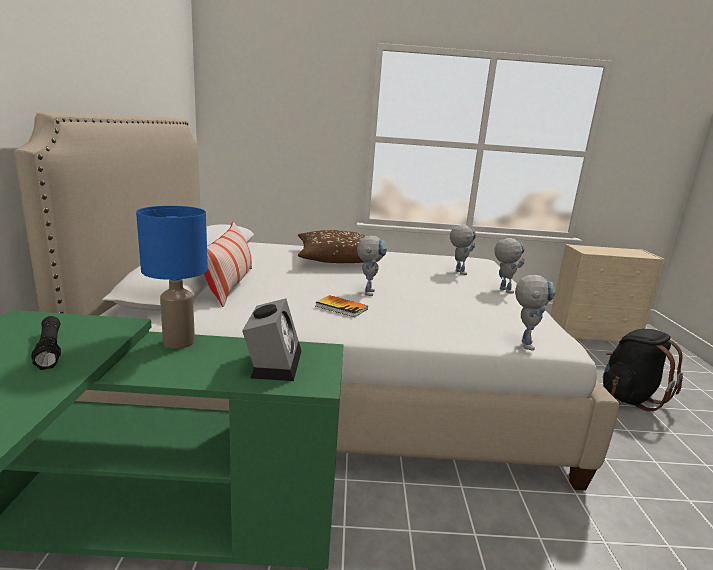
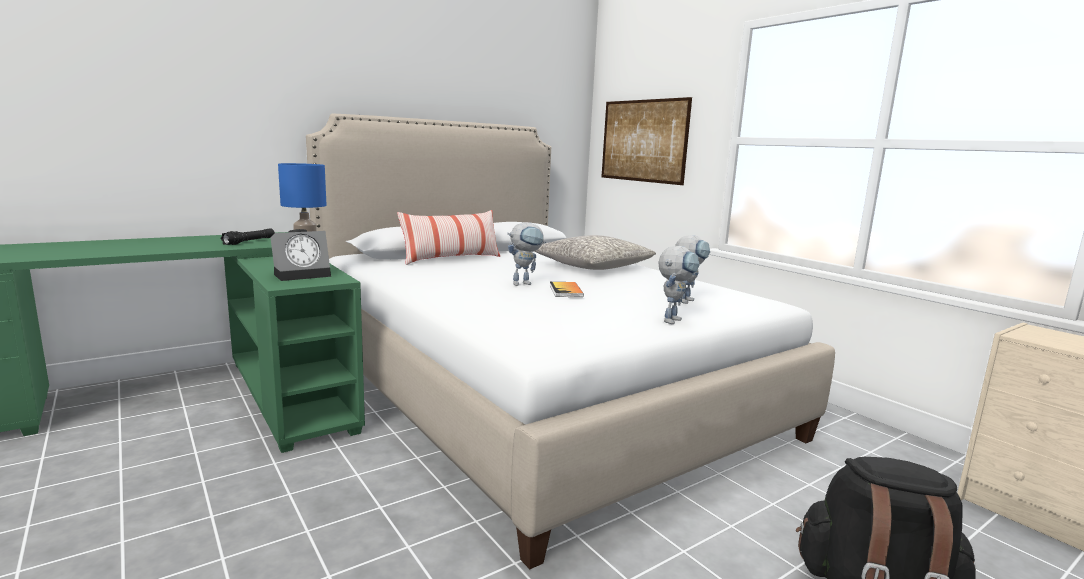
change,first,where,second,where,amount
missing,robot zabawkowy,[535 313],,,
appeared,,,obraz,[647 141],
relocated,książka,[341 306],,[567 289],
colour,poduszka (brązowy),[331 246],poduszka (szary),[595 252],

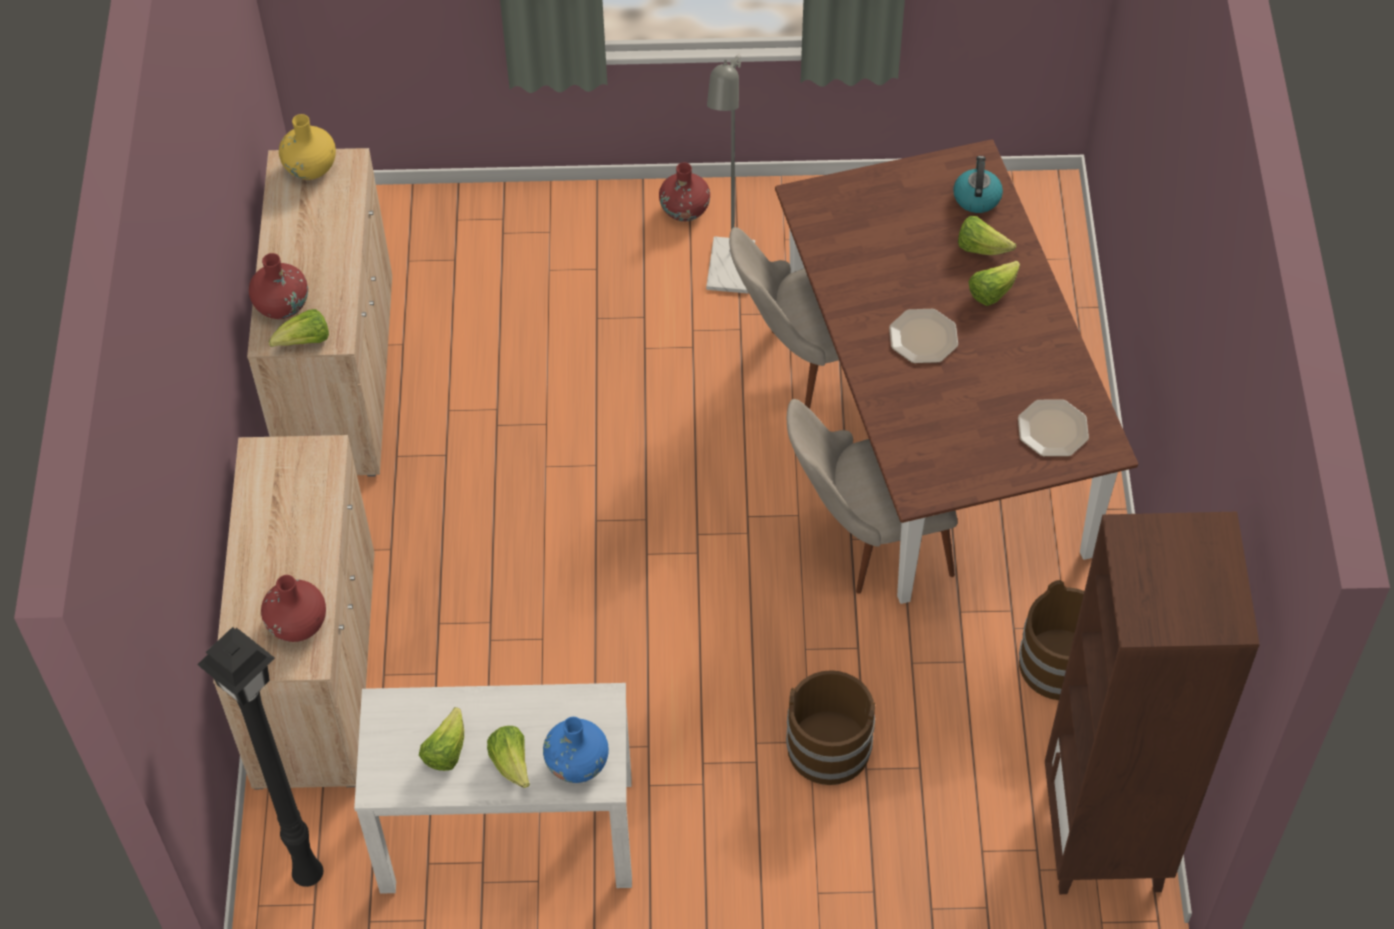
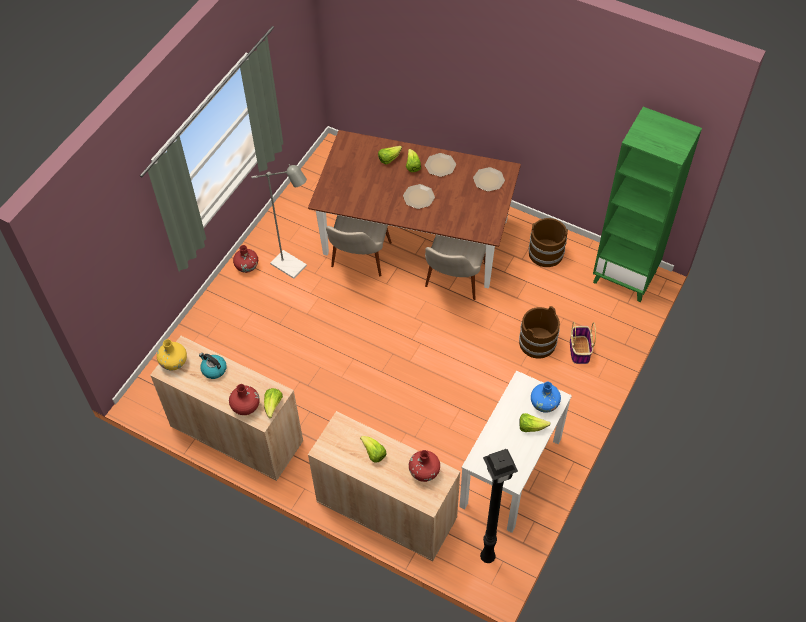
change,first,where,second,where,amount
appeared,,,talerz,[440 165],
appeared,,,koszyk,[583 343],
relocated,sałata,[441 739],,[373 449],
relocated,czajnik,[978 184],,[213 366],
colour,regał (brązowy),[1152 703],regał (zielony),[647 204],

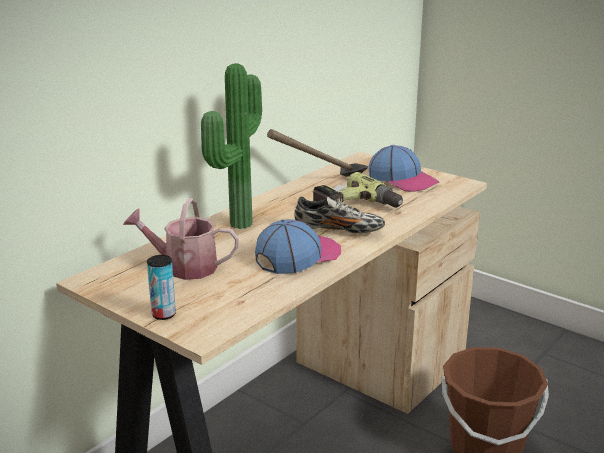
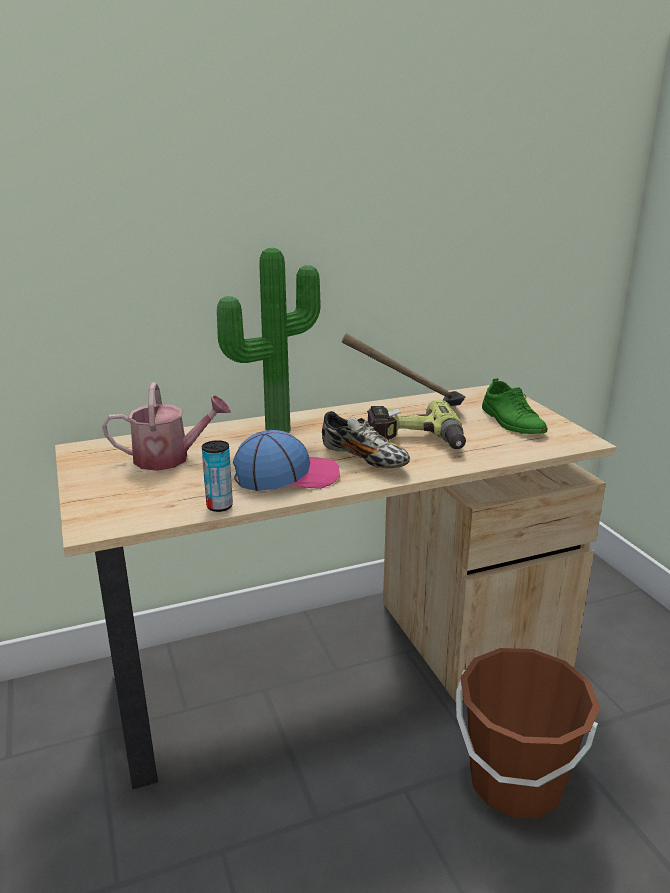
change,first,where,second,where,amount
relocated,puszka,[161 287],,[217 476],
exchanged,czapka z daszkiem,[404 168],but (zielony),[514 406],
spun,konewka,[181 239],,[166 426],135 degrees clockwise

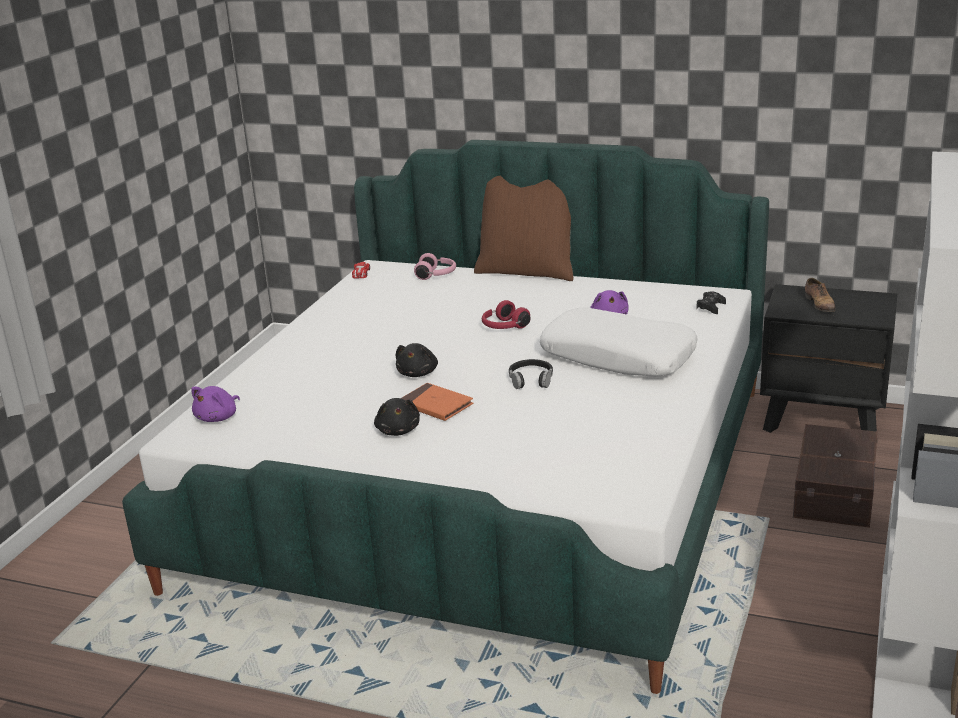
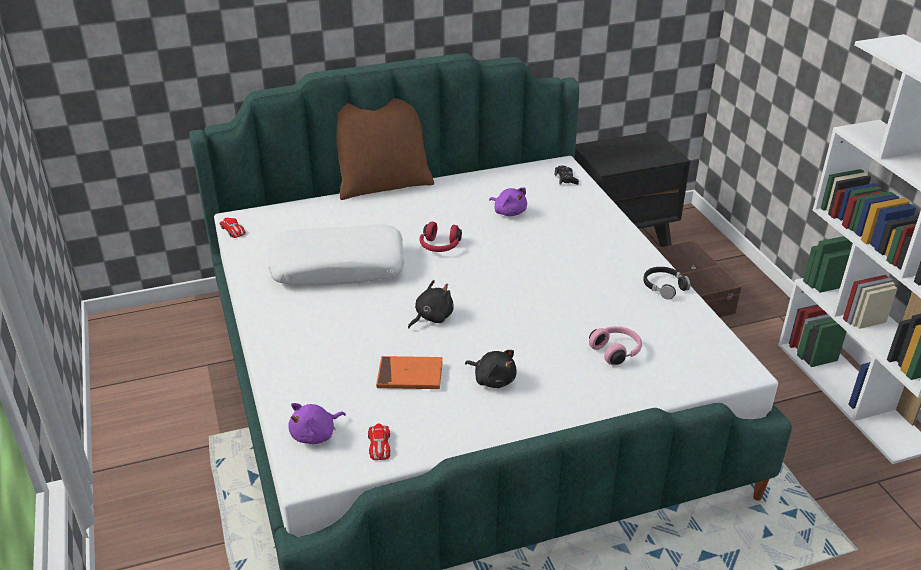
change,first,where,second,where,amount
missing,but,[820 295],,,
appeared,,,samochodzik,[379 441],
relocated,książka (pomarańczowy),[437 402],,[409 372],
relocated,słuchawki (różowy),[435 266],,[615 345],
relocated,słuchawki (czarny),[531 374],,[667 283],
relocated,poduszka (biały),[619 341],,[336 254],
spun,pluszak (fioletowy),[215 404],,[317 423],60 degrees clockwise
spun,pluszak (czarny),[417 360],,[431 304],105 degrees counterclockwise

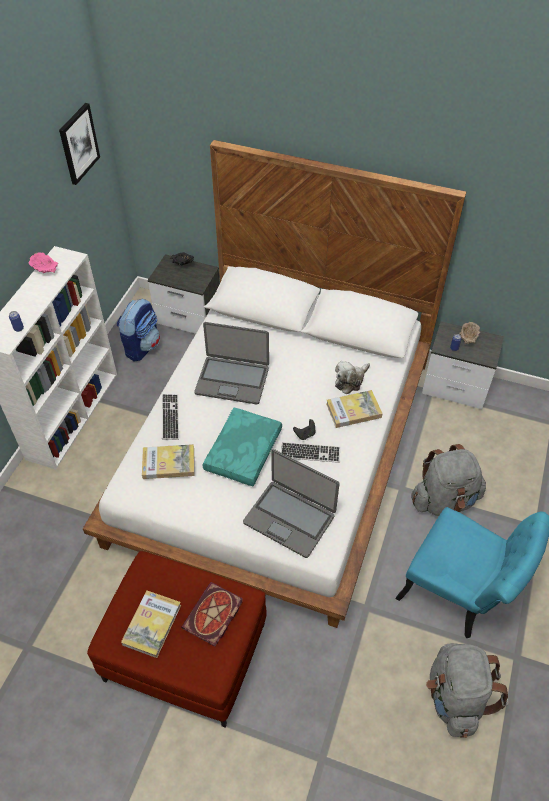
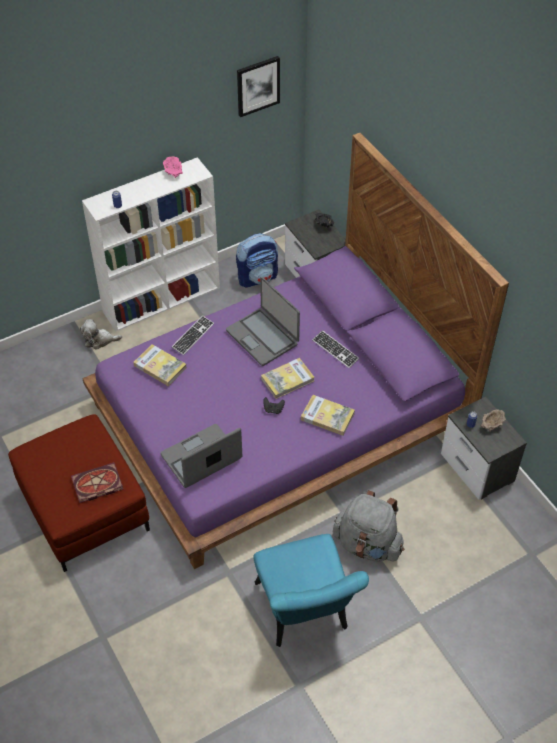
change,first,where,second,where,amount
missing,poduszka (turkusowy),[242 447],,,
missing,plecak (szary),[467 690],,,
relocated,książka,[151 624],,[288 378],
relocated,klawiatura,[310 452],,[335 349],
relocated,pluszak,[352 377],,[101 334],
colour,łóżko (biały),[274 384],łóżko (fioletowy),[295 350],
spun,laptop,[291 503],,[201 456],75 degrees clockwise

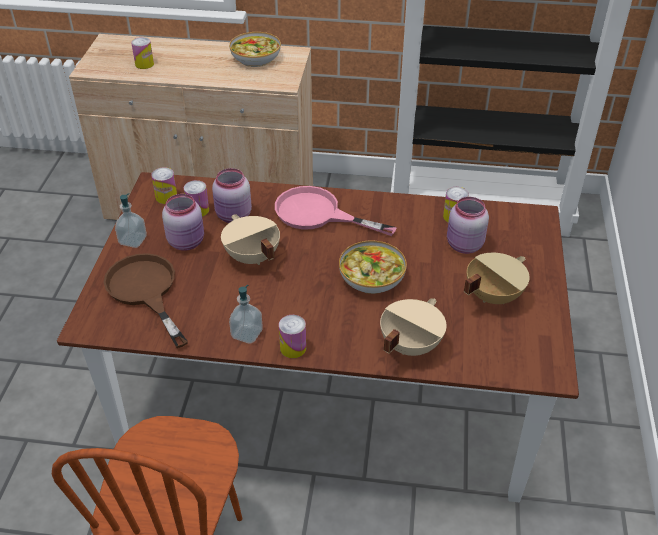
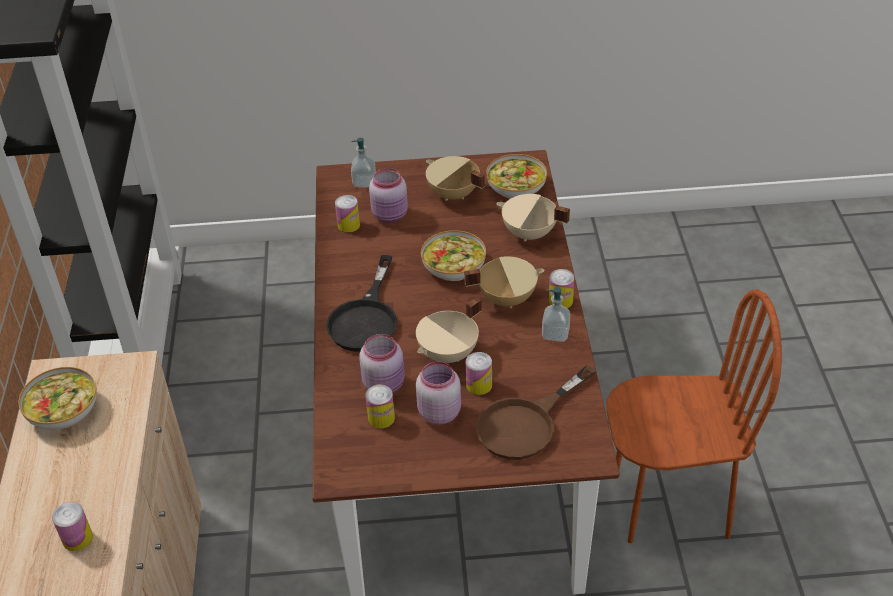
change,first,where,second,where,amount
appeared,,,garnek (beżowy),[504 282],
appeared,,,miska,[516 176],
relocated,dozownik mydła,[131 220],,[363 163],
relocated,puszka,[164 185],,[479 373],
colour,patelnia (różowy),[336 211],patelnia (czarny),[361 303],

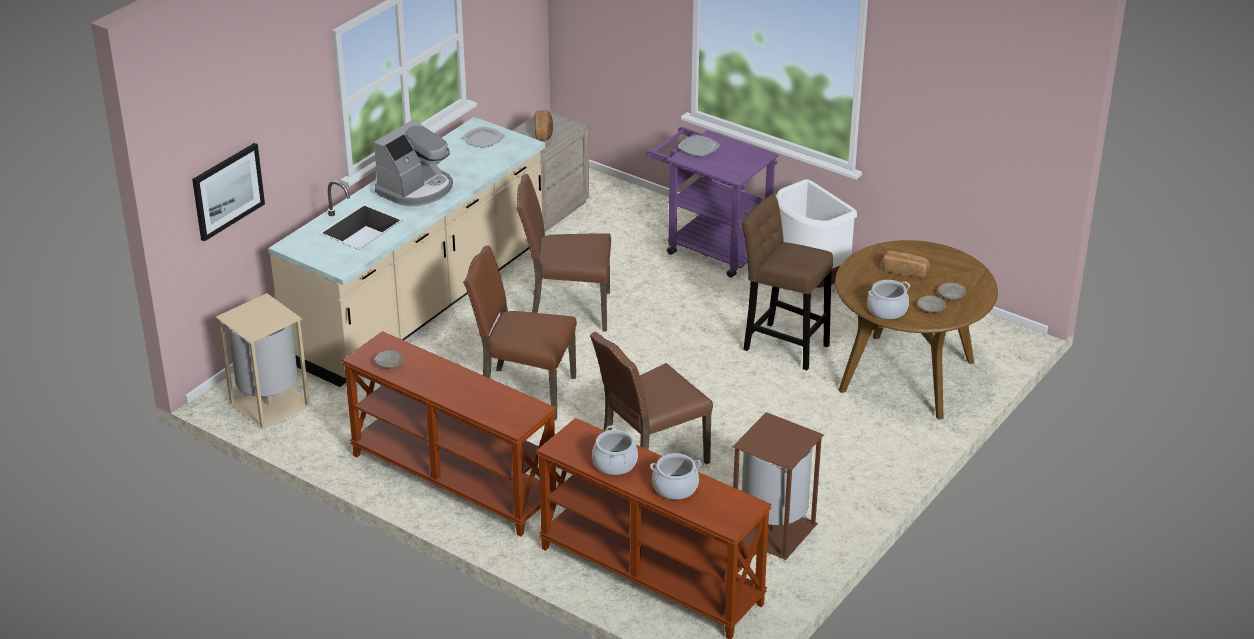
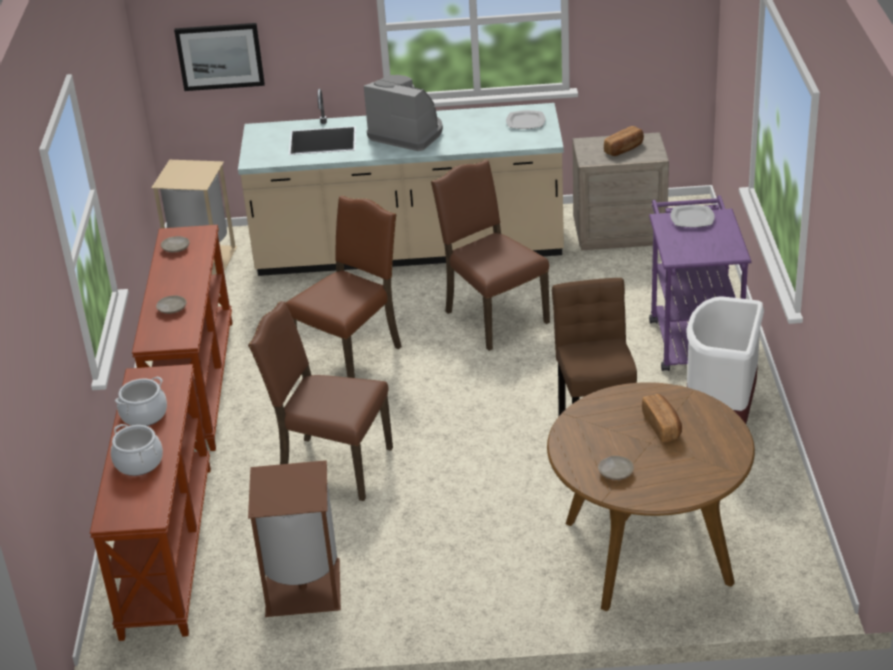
change,first,where,second,where,amount
missing,garnek,[888 300],,,
relocated,talerz (beżowy),[952 291],,[171 304],
spun,ekspres do kawy,[413 162],,[403 113],150 degrees counterclockwise
spun,krzesło (brązowy),[520 332],,[344 287],60 degrees clockwise

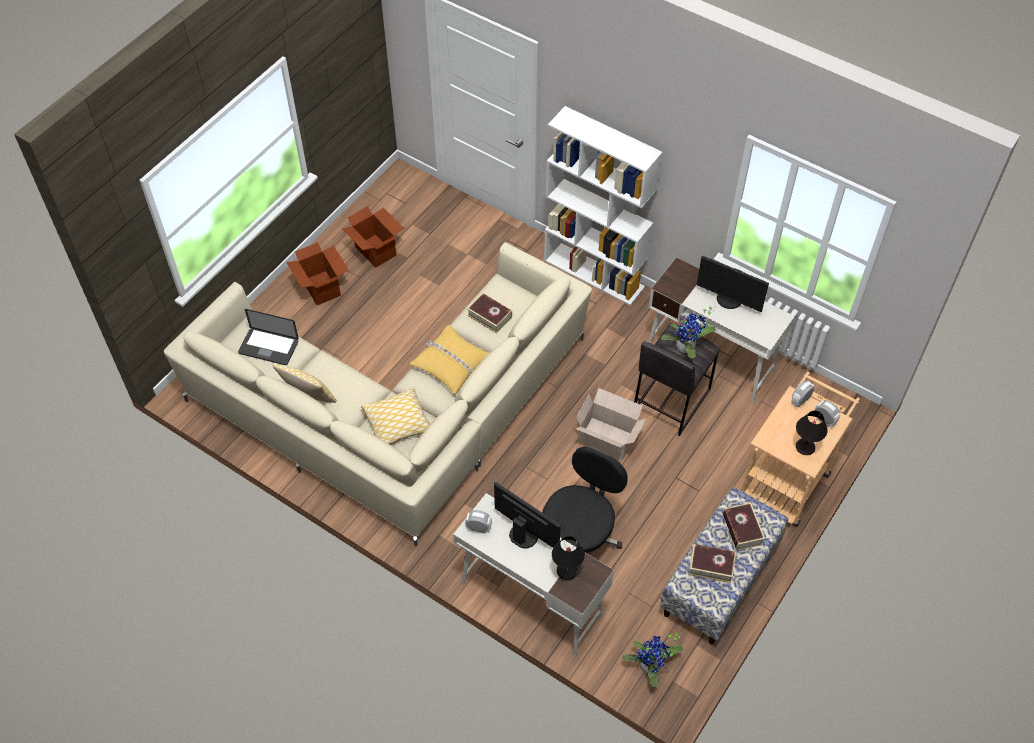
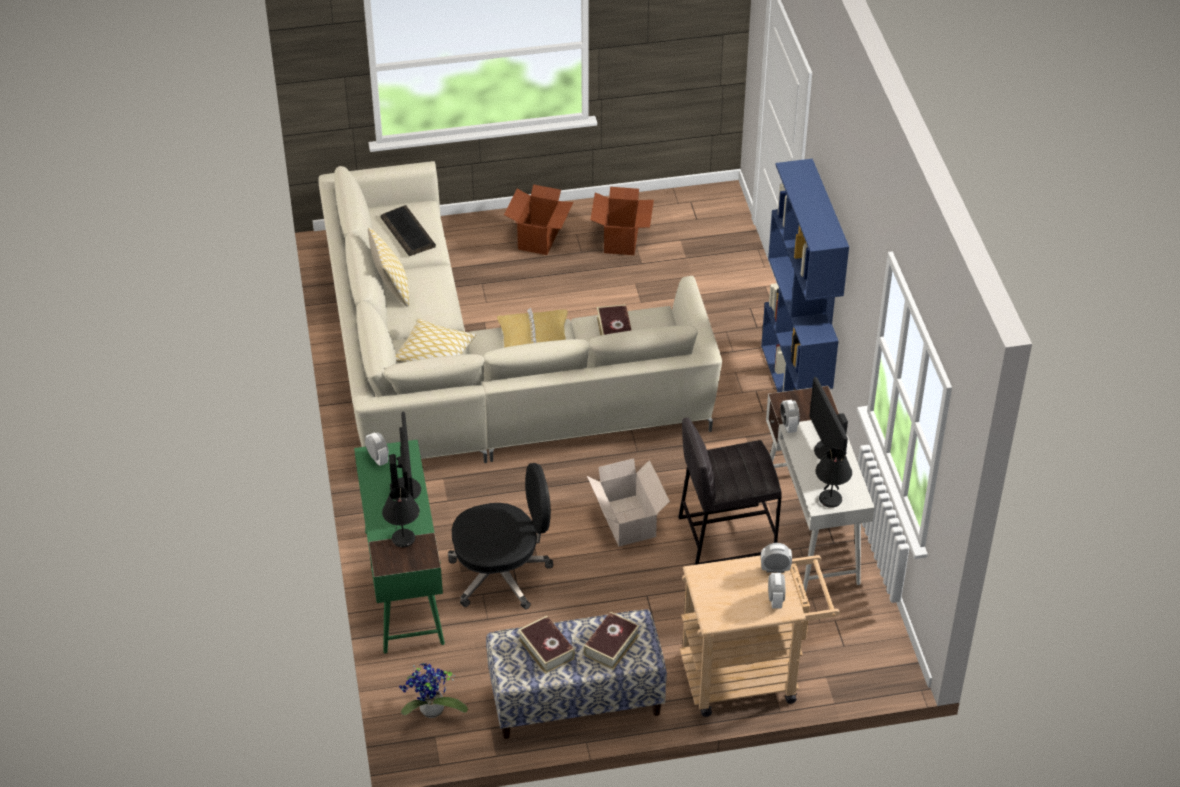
change,first,where,second,where,amount
missing,roślina doniczkowa,[688 332],,,
appeared,,,budzik,[790 416],
relocated,lampa stołowa (czarny),[812 433],,[833 478],
exchanged,laptop,[268 337],klawiatura,[408 230],
colour,biurko (biały),[533 574],biurko (zielony),[399 546],
colour,regał (biały),[603 205],regał (niebieski),[805 275],

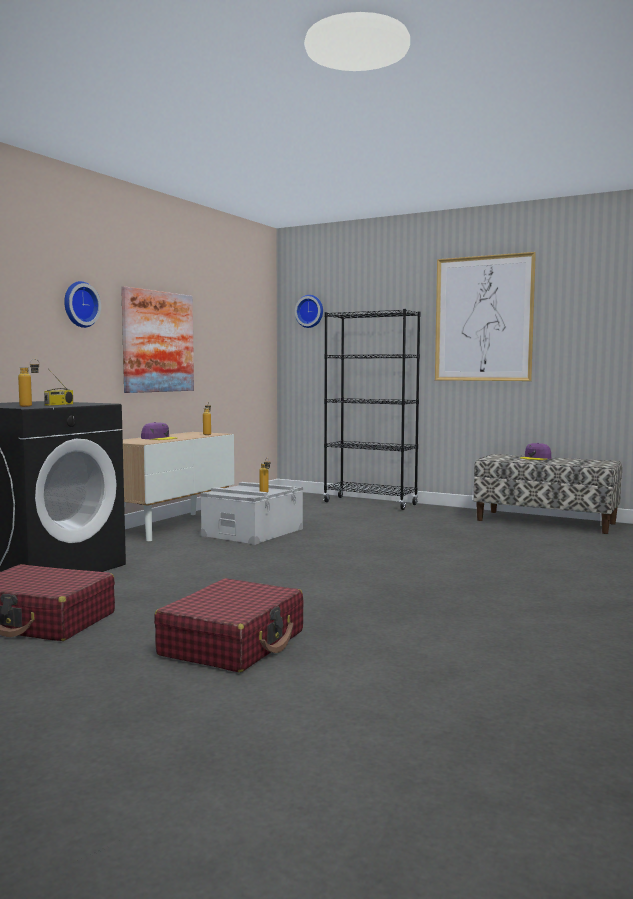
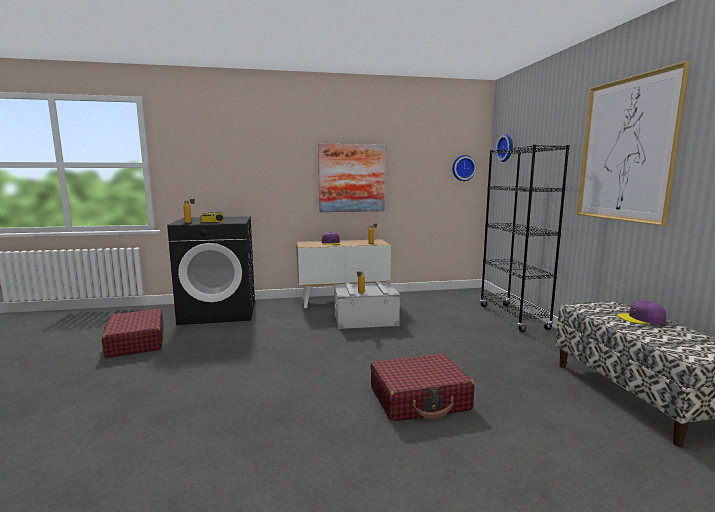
change,first,where,second,where,amount
relocated,zegar ścienny,[82 304],,[464 168],
relocated,walizka (czerwony),[228 625],,[422 388],

